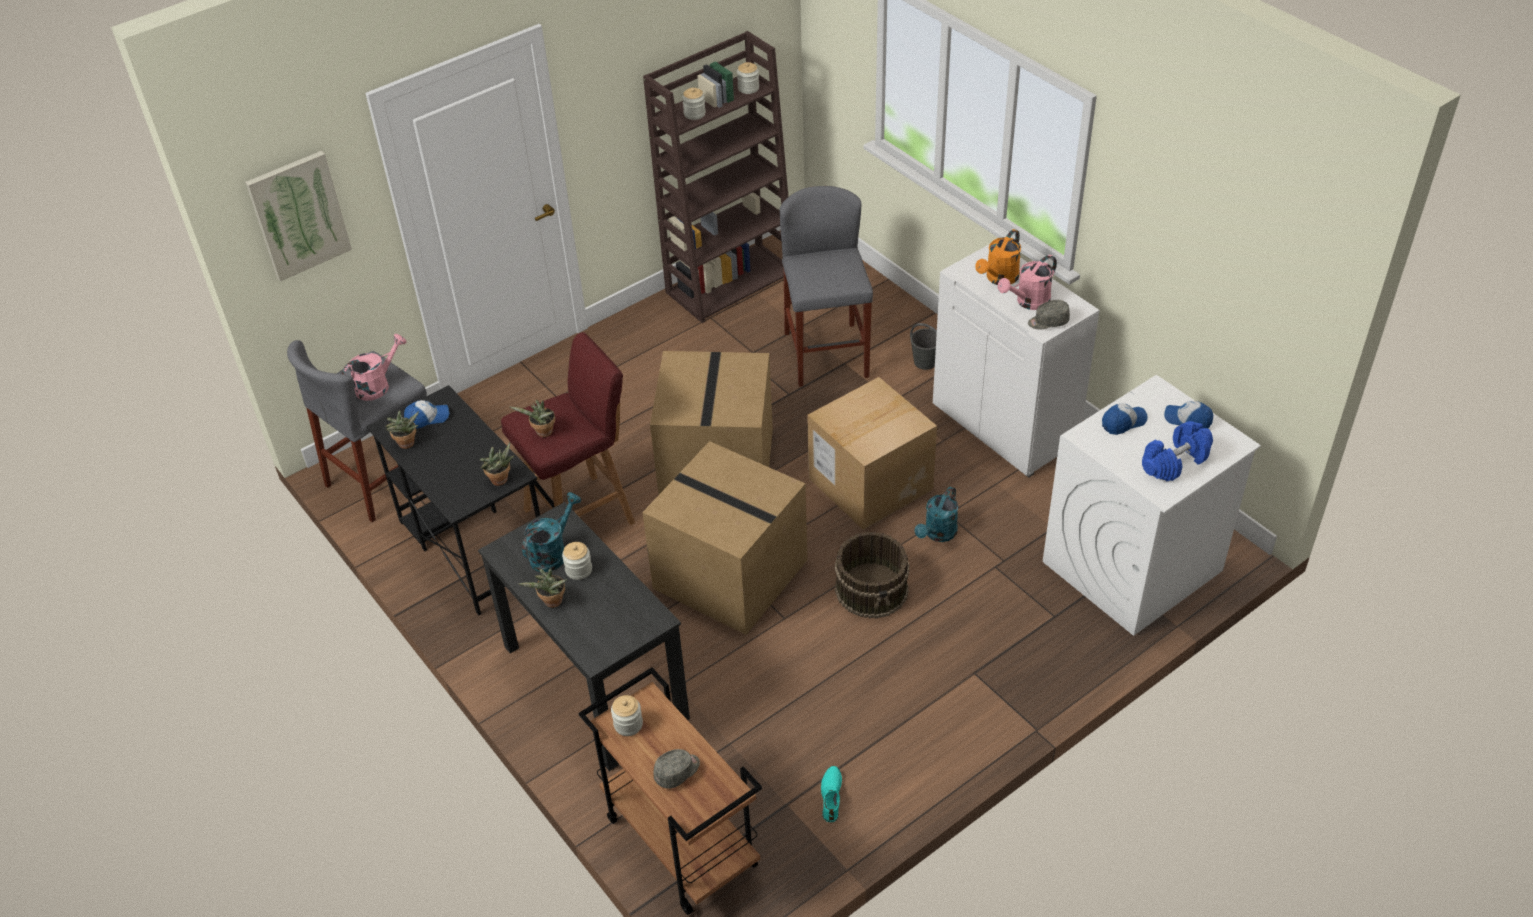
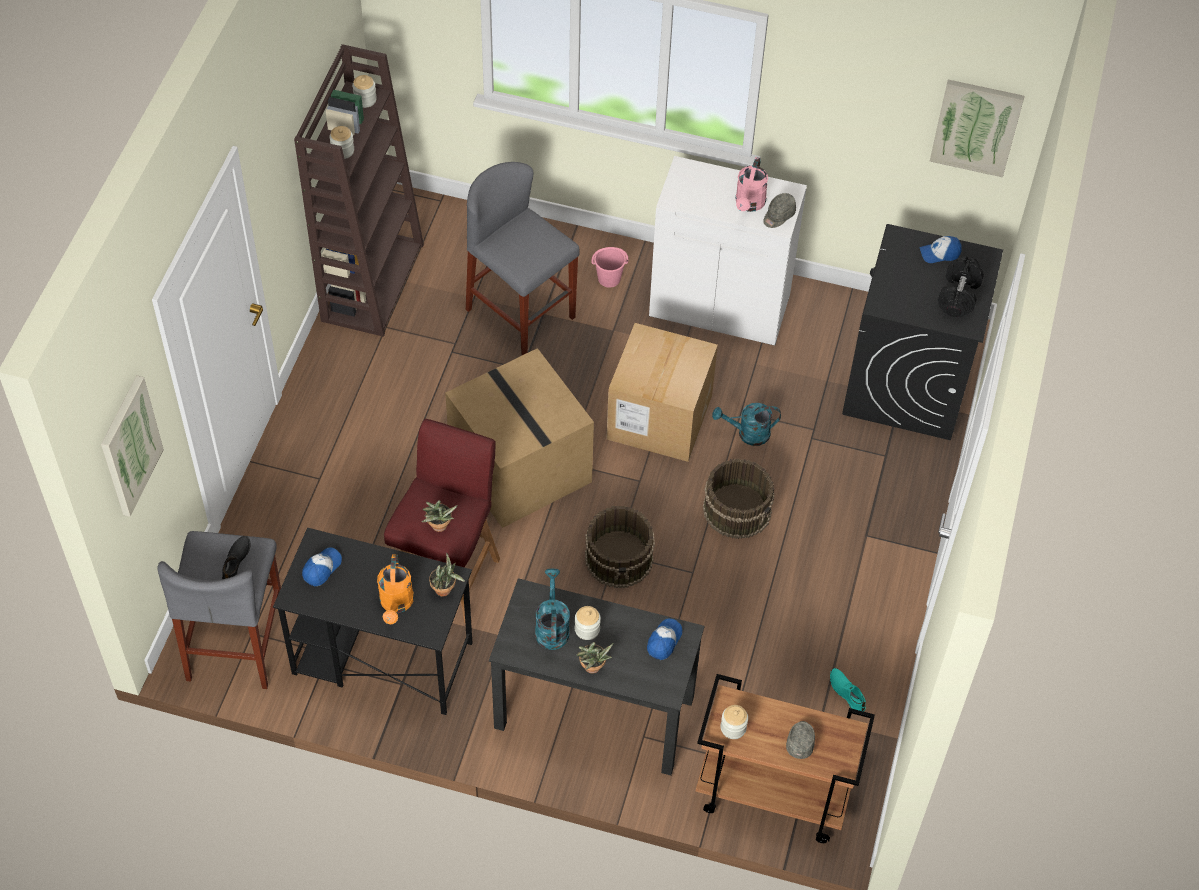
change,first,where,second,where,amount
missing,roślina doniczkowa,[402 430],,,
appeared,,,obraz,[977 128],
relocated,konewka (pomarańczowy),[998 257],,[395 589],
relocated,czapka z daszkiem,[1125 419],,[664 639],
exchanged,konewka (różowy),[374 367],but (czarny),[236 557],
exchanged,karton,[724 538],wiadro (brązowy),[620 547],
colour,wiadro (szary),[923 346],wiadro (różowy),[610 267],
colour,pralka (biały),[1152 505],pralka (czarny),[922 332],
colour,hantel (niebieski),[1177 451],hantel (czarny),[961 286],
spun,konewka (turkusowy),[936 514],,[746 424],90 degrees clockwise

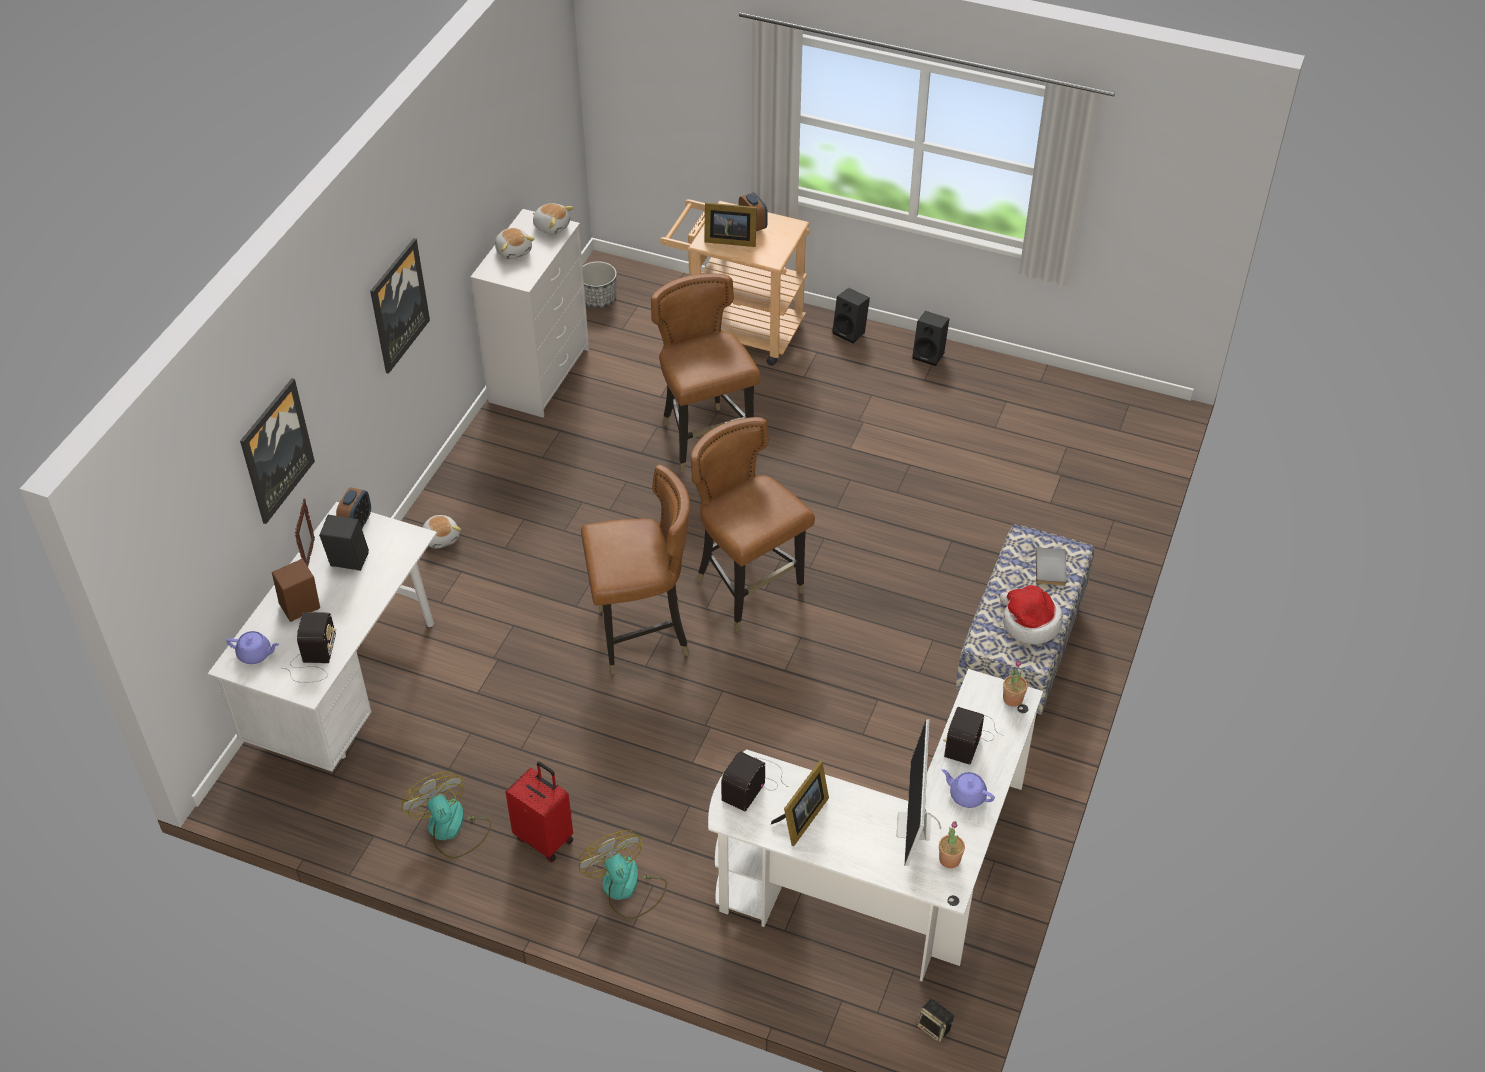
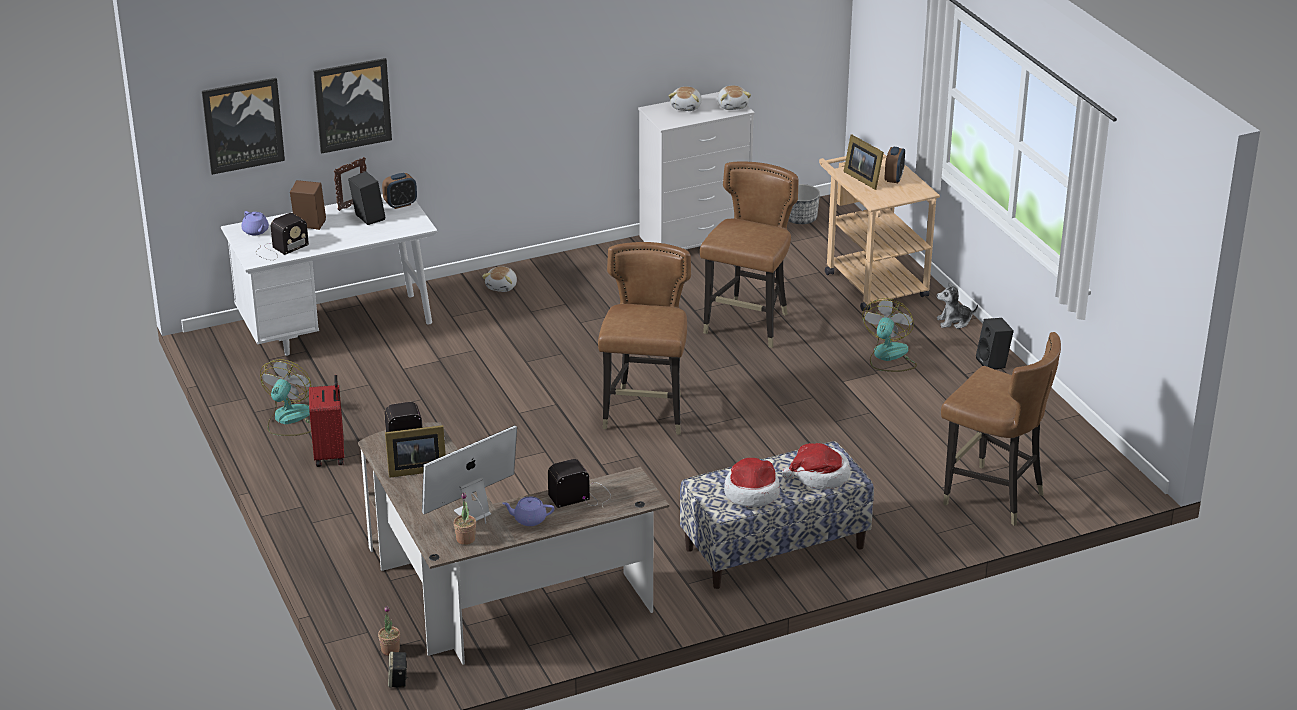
change,first,where,second,where,amount
relocated,obraz,[400 306],,[243 126],
relocated,wentylator,[623 874],,[889 335],
relocated,krzesło (brązowy),[635 569],,[1001 429],
relocated,roślina doniczkowa,[1015 683],,[389 631],
exchanged,głośnik (czarny),[851 315],pluszak,[957 305],
exchanged,książka (szary),[1051 566],kapelusz,[816 466],
colour,biurko (biały),[875 825],biurko (brązowy),[513 543],
spun,imbryk (fioletowy),[968 788],,[528 511],75 degrees counterclockwise

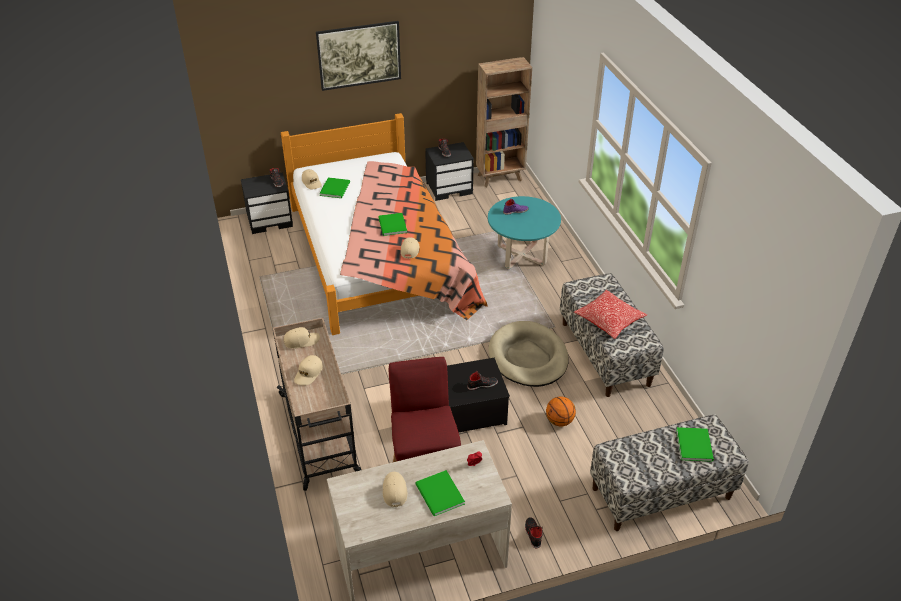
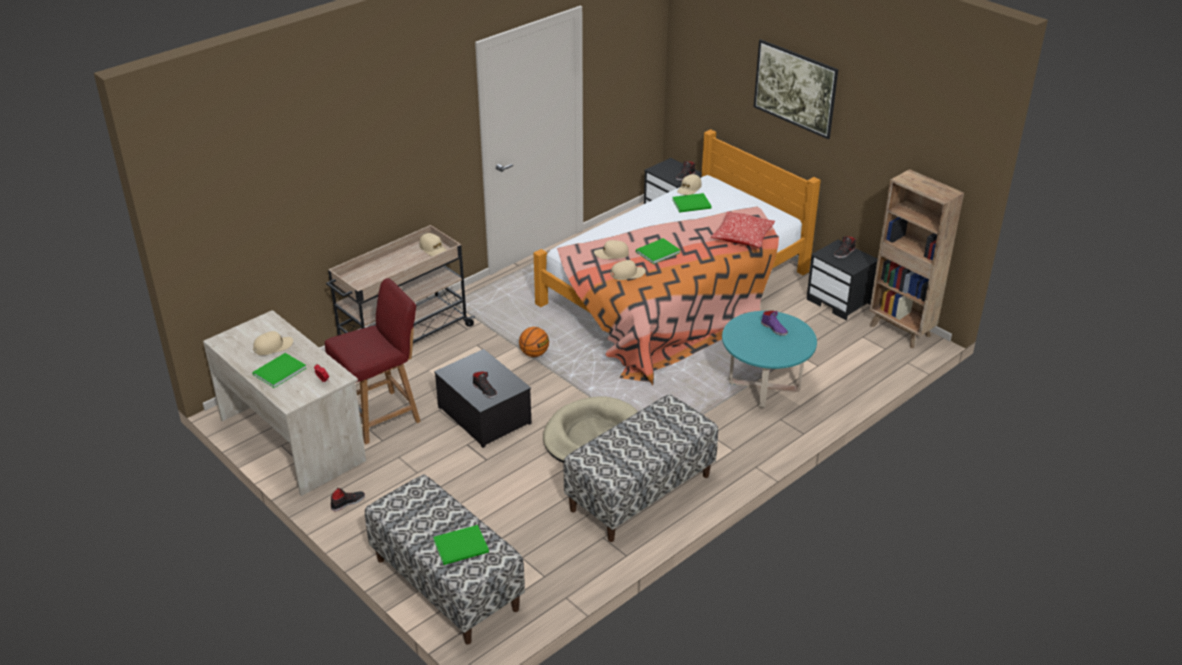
change,first,where,second,where,amount
relocated,czapka z daszkiem (beżowy),[308 370],,[611 249],
relocated,piłka do koszykówki,[561 411],,[534 342],
relocated,poduszka,[610 314],,[743 229],

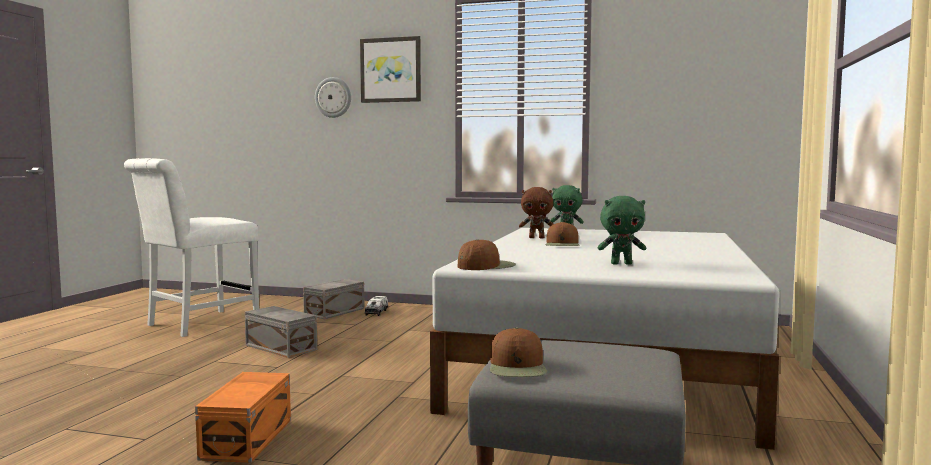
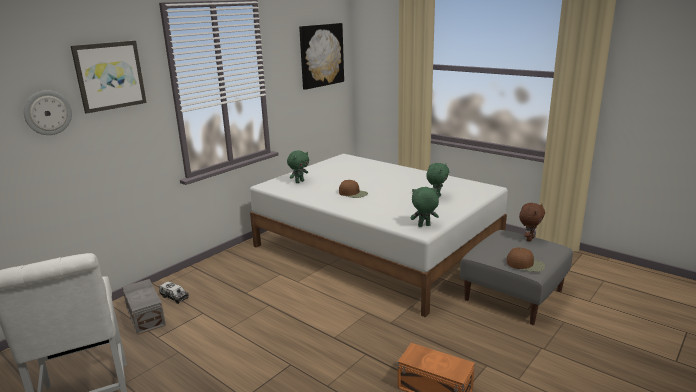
change,first,where,second,where,amount
missing,pojemnik do przechowywania (szary),[281 332],,,
appeared,,,obraz,[321 56],
relocated,pluszak (brązowy),[536 212],,[532 222],
exchanged,czapka z daszkiem (brązowy),[487 254],pluszak (zielony),[424 207],

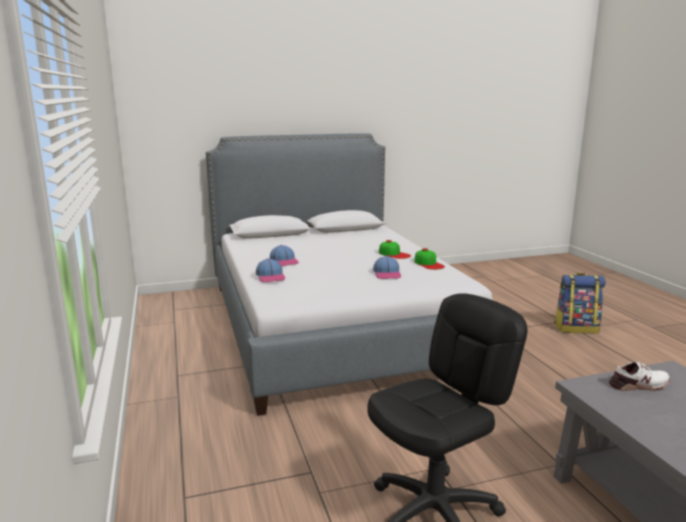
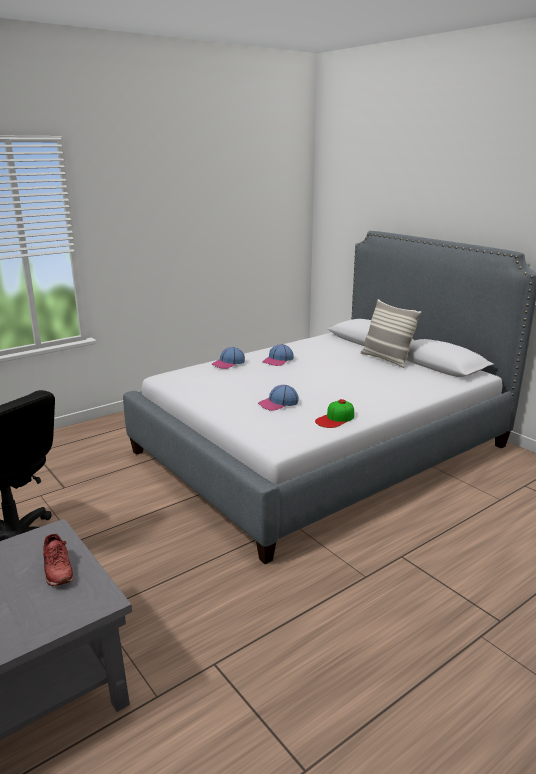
change,first,where,second,where,amount
missing,czapka z daszkiem,[395 249],,,
missing,plecak,[580 303],,,
appeared,,,poduszka,[391 333],
colour,but (biały),[639 376],but (czerwony),[58 560],

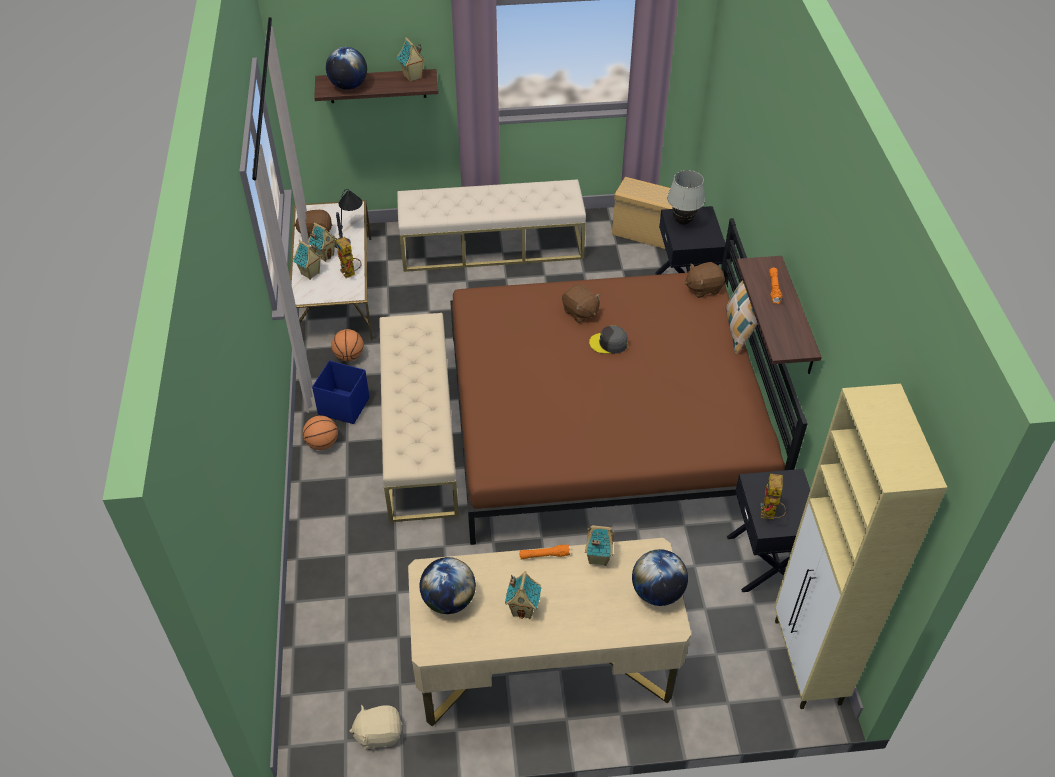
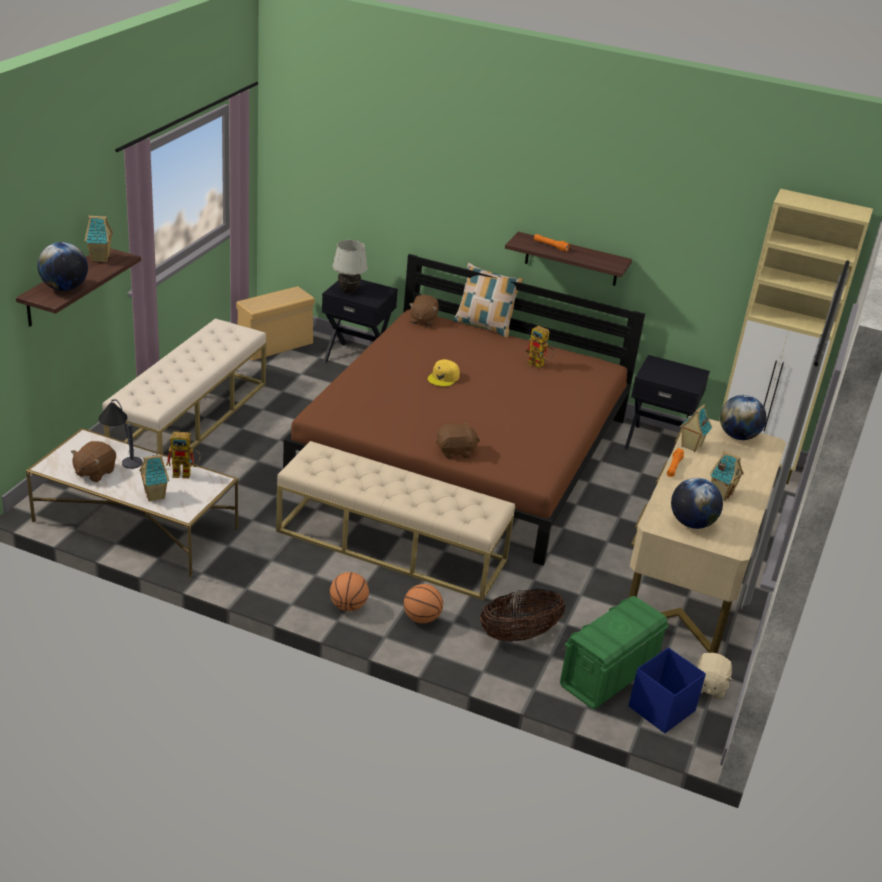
change,first,where,second,where,amount
missing,domek,[322 242],,,
appeared,,,koszyk,[522 615],
appeared,,,pojemnik do przechowywania (zielony),[614 652],
relocated,pojemnik do przechowywania (niebieski),[341 392],,[667 690],
relocated,piłka do koszykówki,[347 345],,[423 604],
relocated,pluszak (brązowy),[581 303],,[458 440],
relocated,robot zabawkowy,[773 496],,[540 347],
colour,czapka z daszkiem (szary),[608 339],czapka z daszkiem (żółty),[444 373],

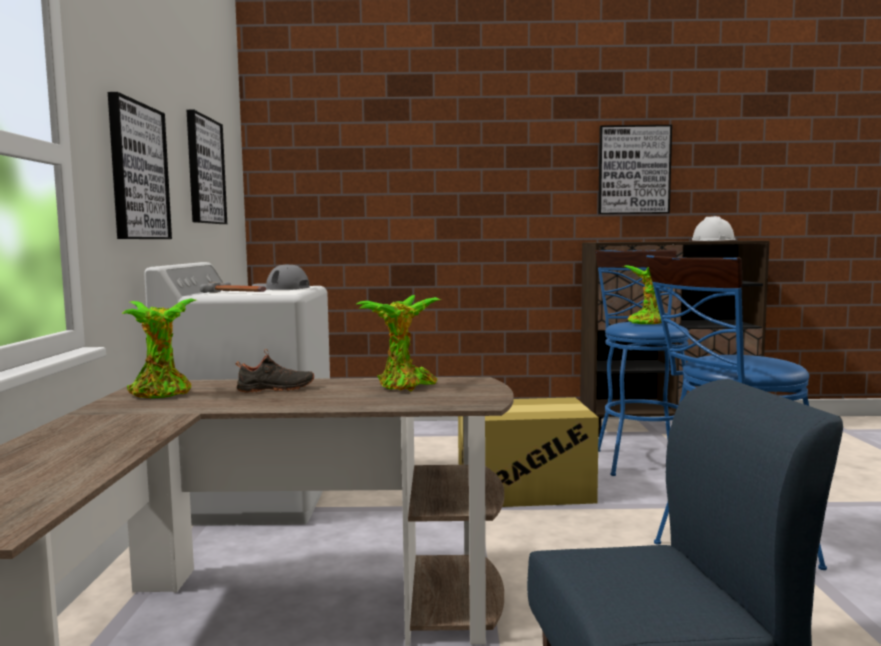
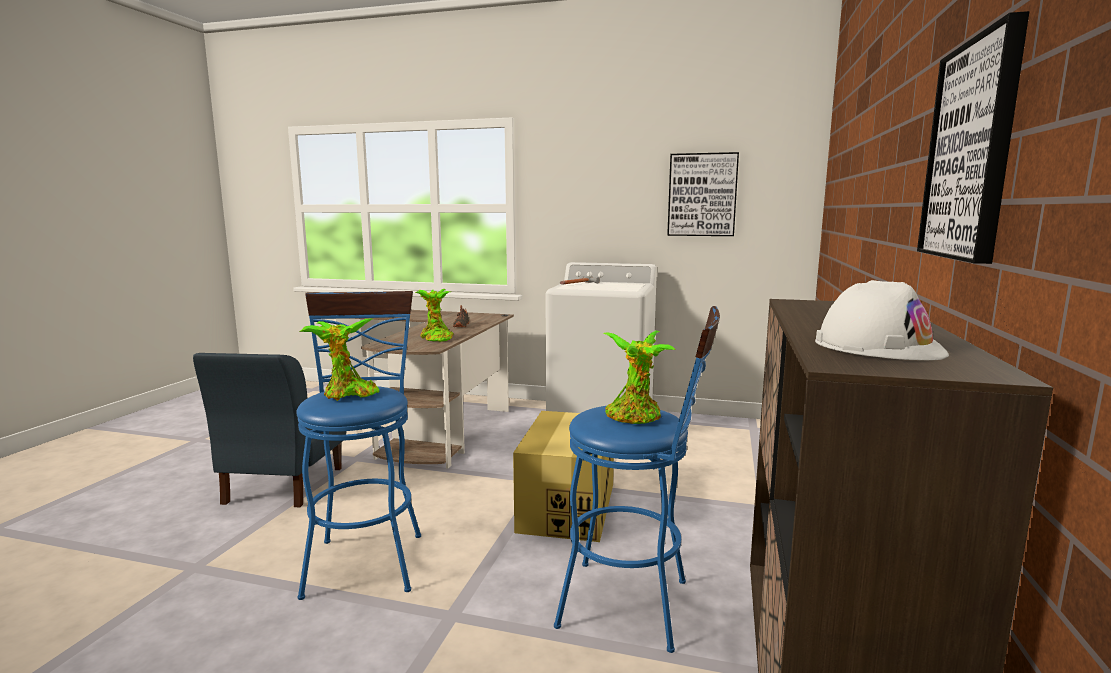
change,first,where,second,where,amount
missing,obraz,[140 165],,,
missing,czapka z daszkiem (szary),[281 277],,,
relocated,roślina doniczkowa,[159 348],,[339 359],

